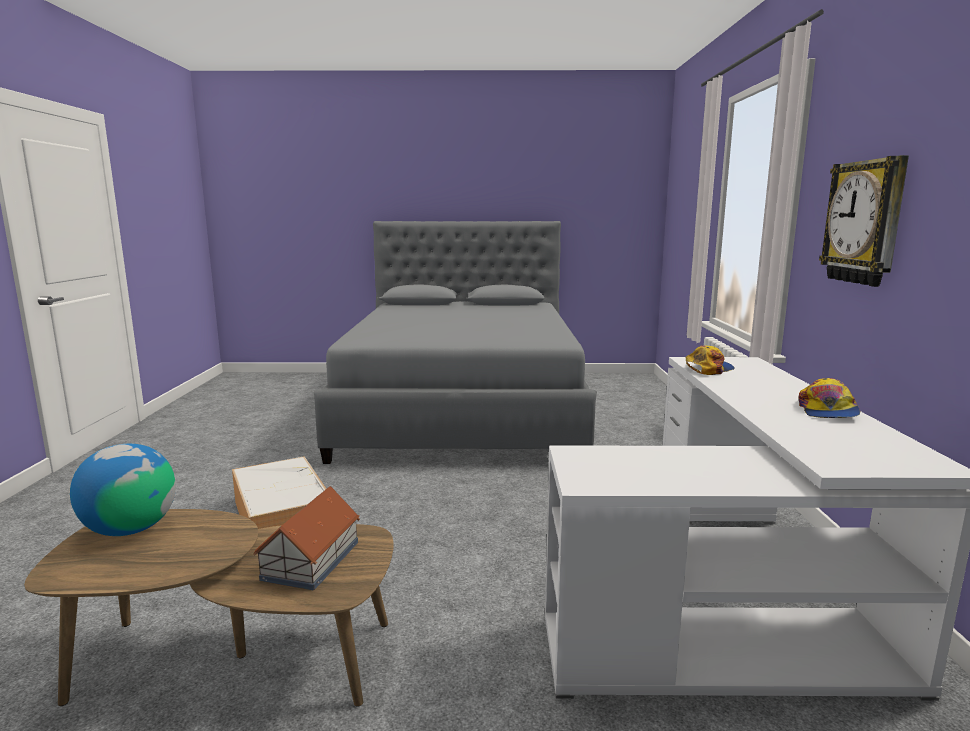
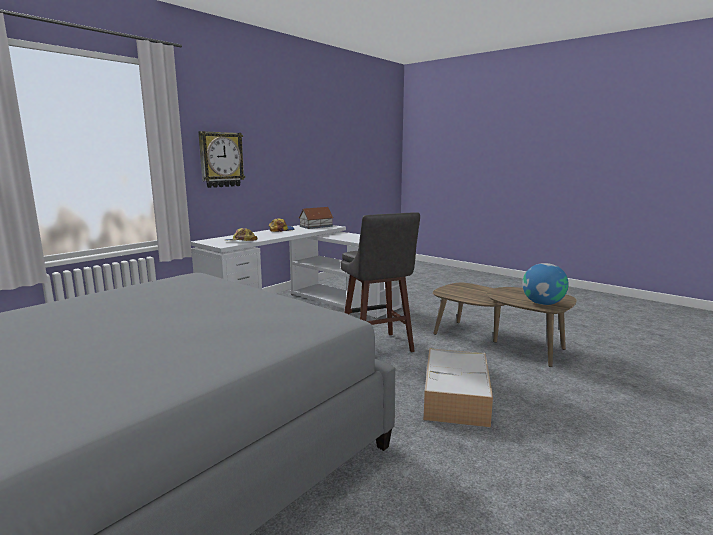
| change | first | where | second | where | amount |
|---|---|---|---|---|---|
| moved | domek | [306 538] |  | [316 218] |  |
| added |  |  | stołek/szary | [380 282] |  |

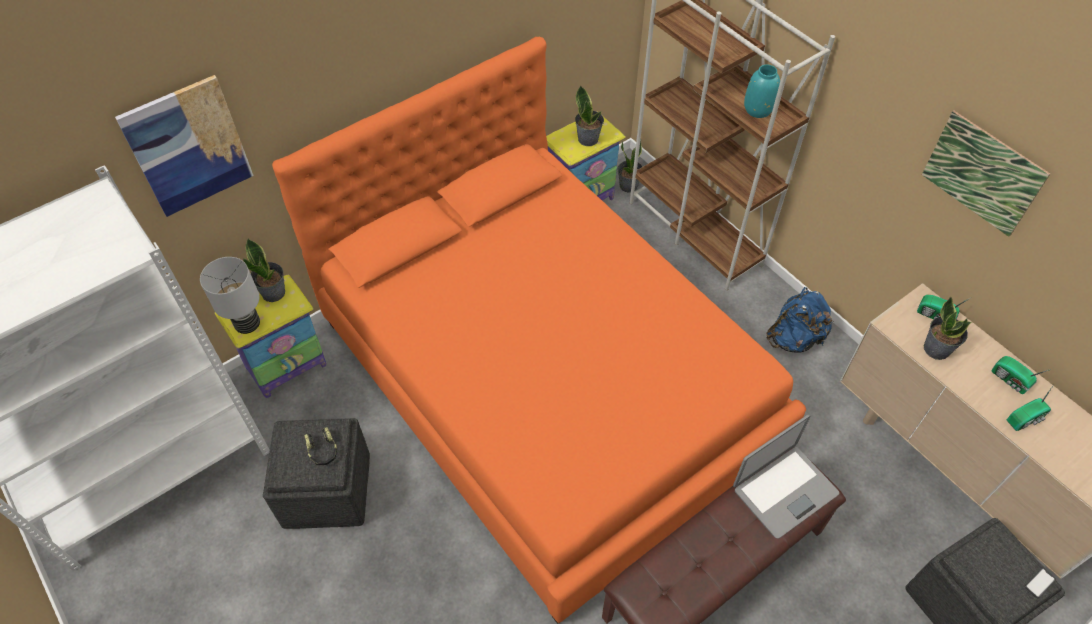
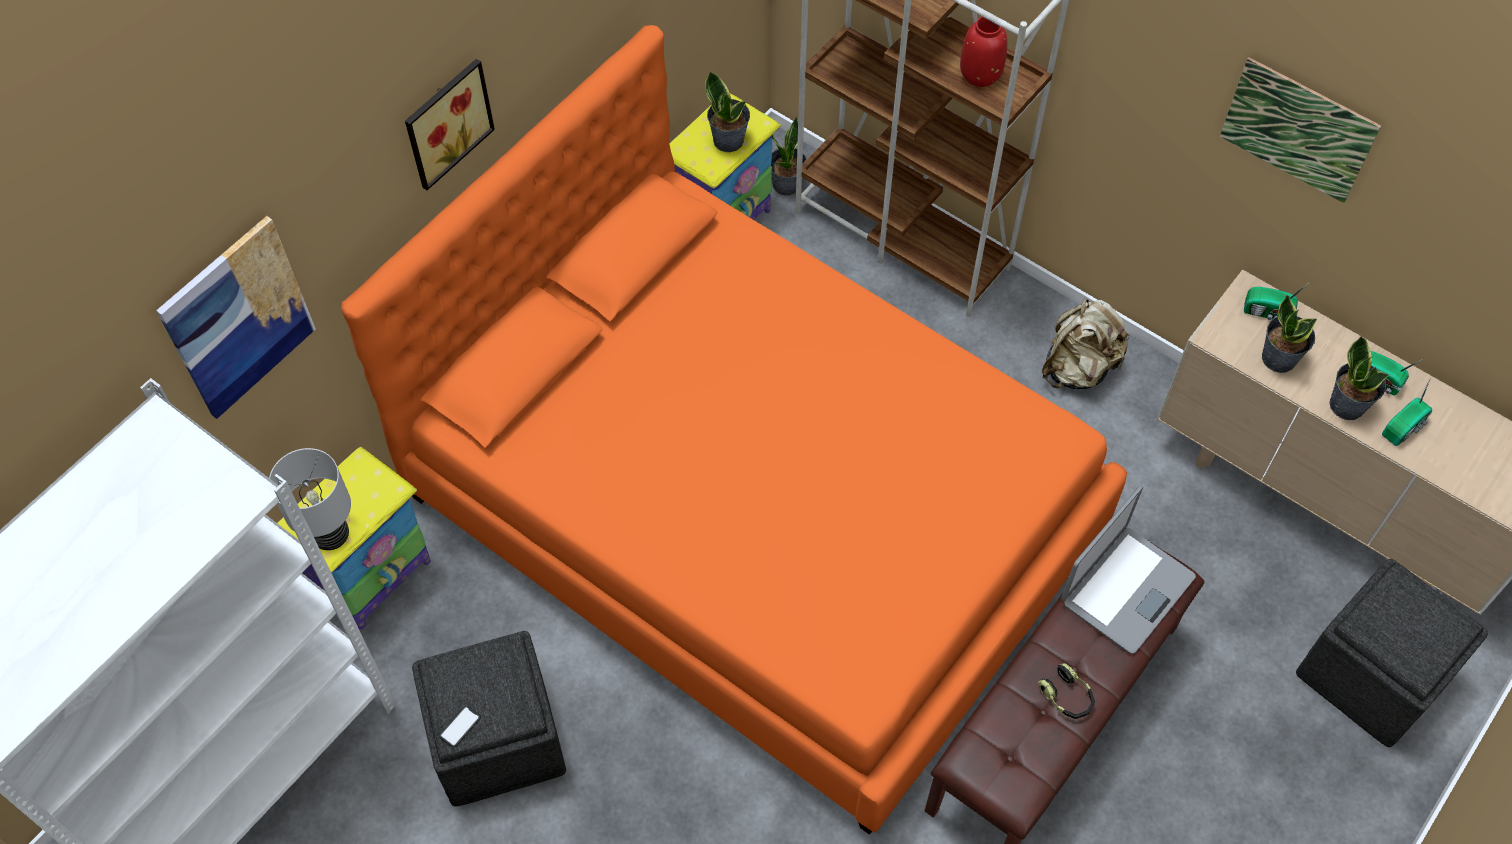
| change | first | where | second | where | amount |
|---|---|---|---|---|---|
| moved | roślina doniczkowa | [264 270] |  | [1359 378] |  |
| moved | słuchawki | [321 446] |  | [1066 691] |  |
| recoloured | wazon/turkusowy | [762 91] | wazon/czerwony | [983 51] |  |
| recoloured | plecak/niebieski | [800 320] | plecak/beżowy | [1086 344] |  |
| moved | telefon | [1040 583] |  | [460 727] |  |
| added |  |  | obraz | [450 124] |  |

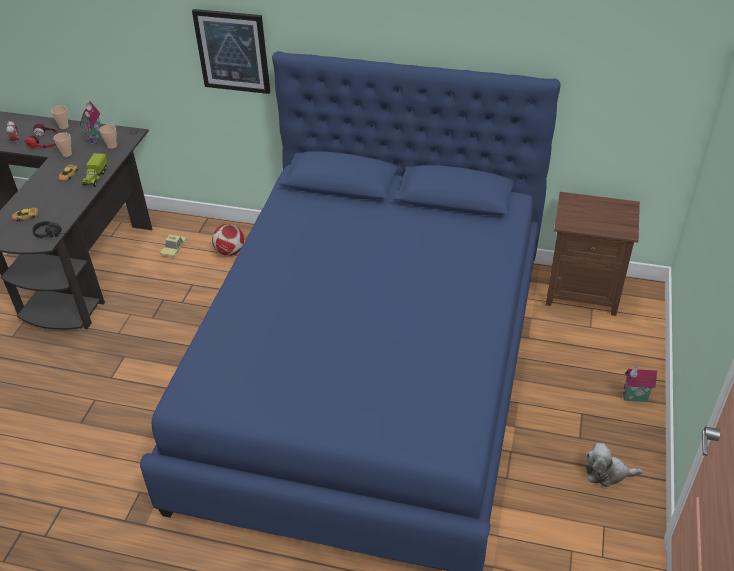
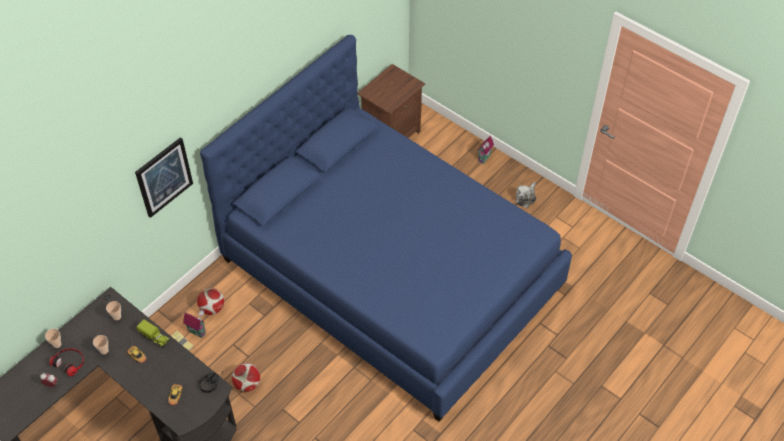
| change | first | where | second | where | amount |
|---|---|---|---|---|---|
| moved | domek | [90 122] |  | [194 324] |  |
| added |  |  | piłka futbolowa | [246 377] |  |

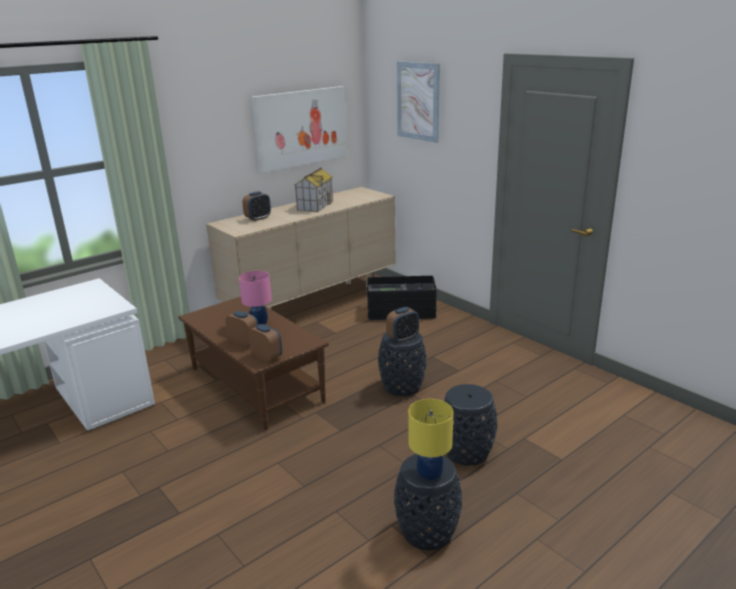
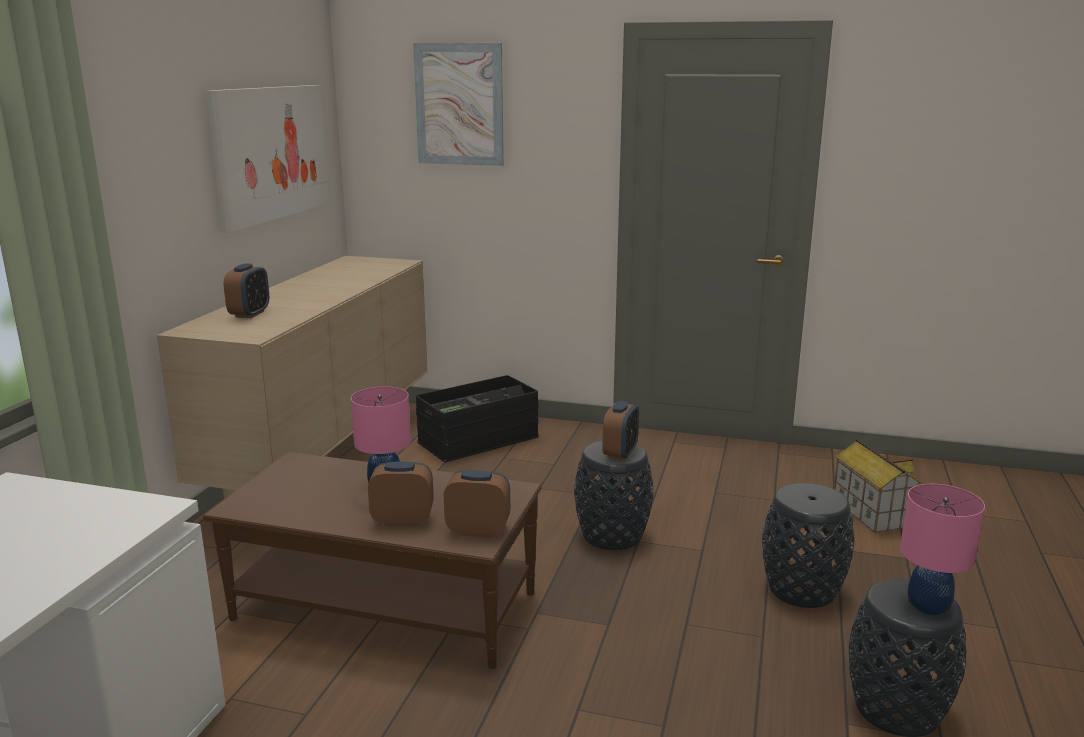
| change | first | where | second | where | amount |
|---|---|---|---|---|---|
| moved | domek | [313 190] |  | [878 486] |  |
| recoloured | lampa stołowa/żółty | [430 439] | lampa stołowa/różowy | [942 549] |  |

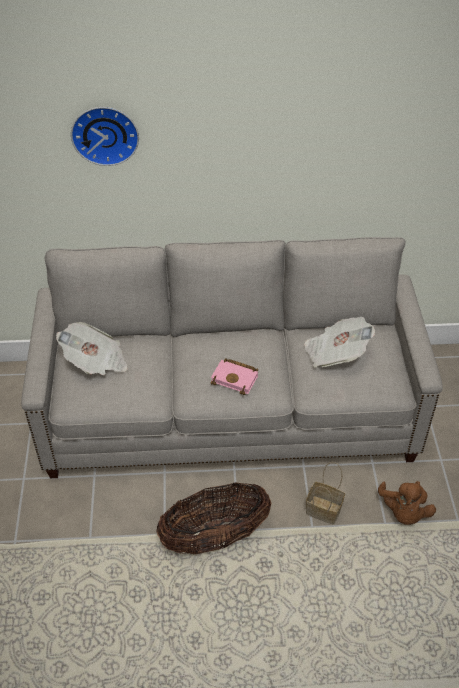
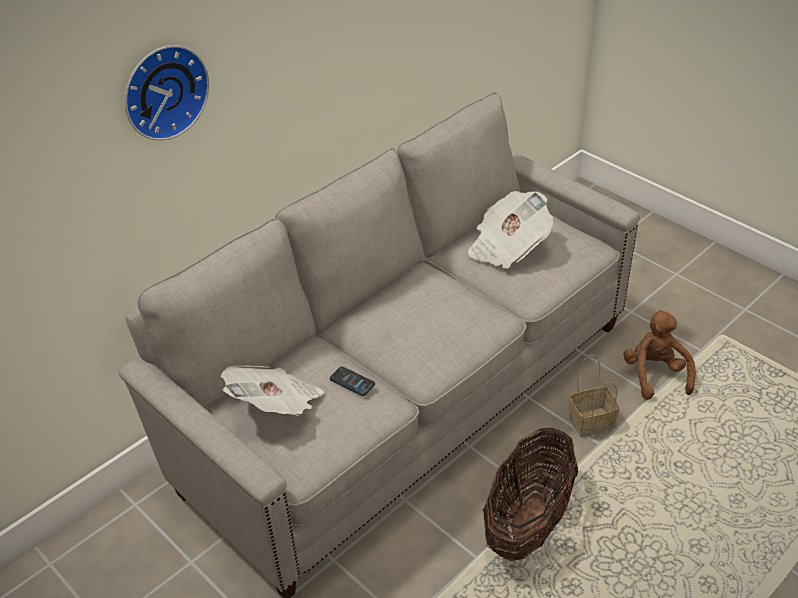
| change | first | where | second | where | amount |
|---|---|---|---|---|---|
| removed | książka/różowy | [234 376] |  |  |  |
| turned | pluszak/brązowy | [407 503] |  | [659 355] | 150 degrees counterclockwise |
| added |  |  | telefon | [352 381] |  |

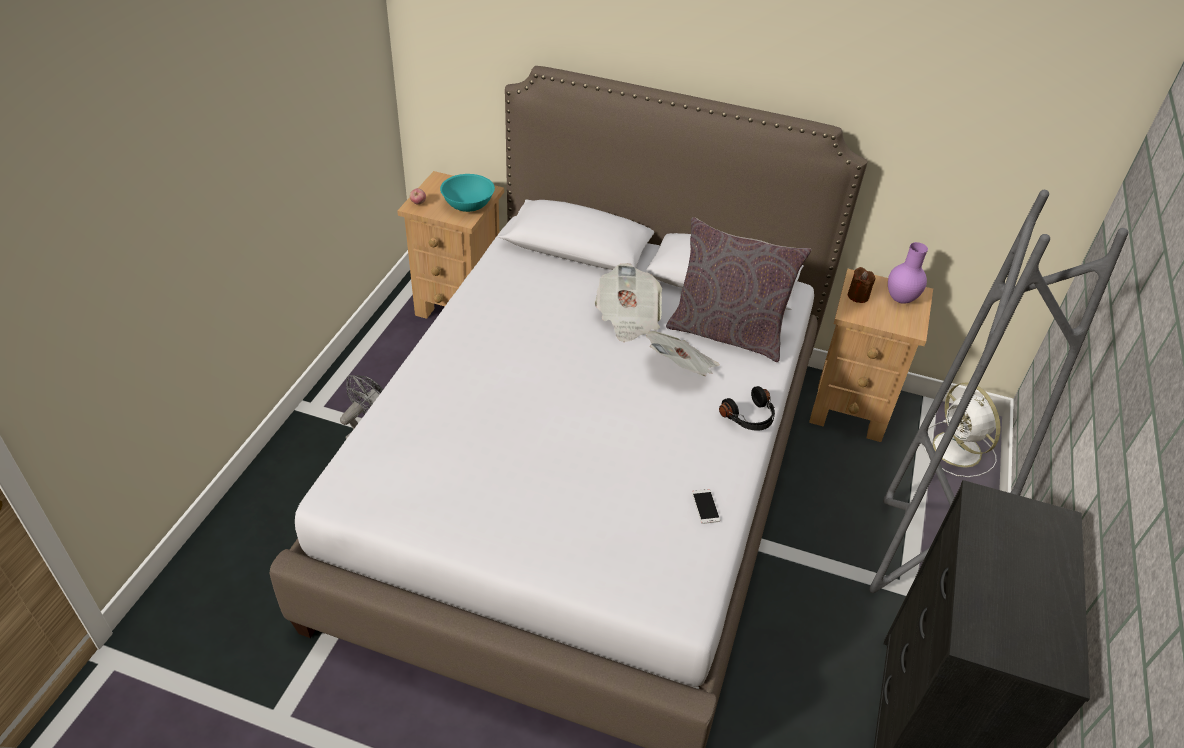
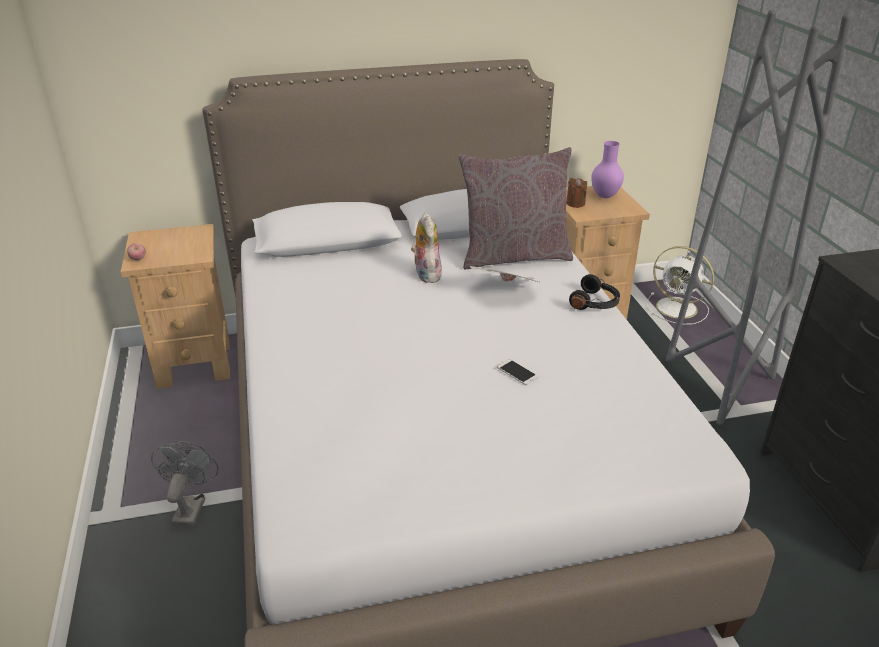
| change | first | where | second | where | amount |
|---|---|---|---|---|---|
| removed | miska/turkusowy | [467 193] |  |  |  |
| replaced | gazeta | [628 302] | pluszak | [426 247] |  |
| moved | telefon | [706 506] |  | [518 372] |  |

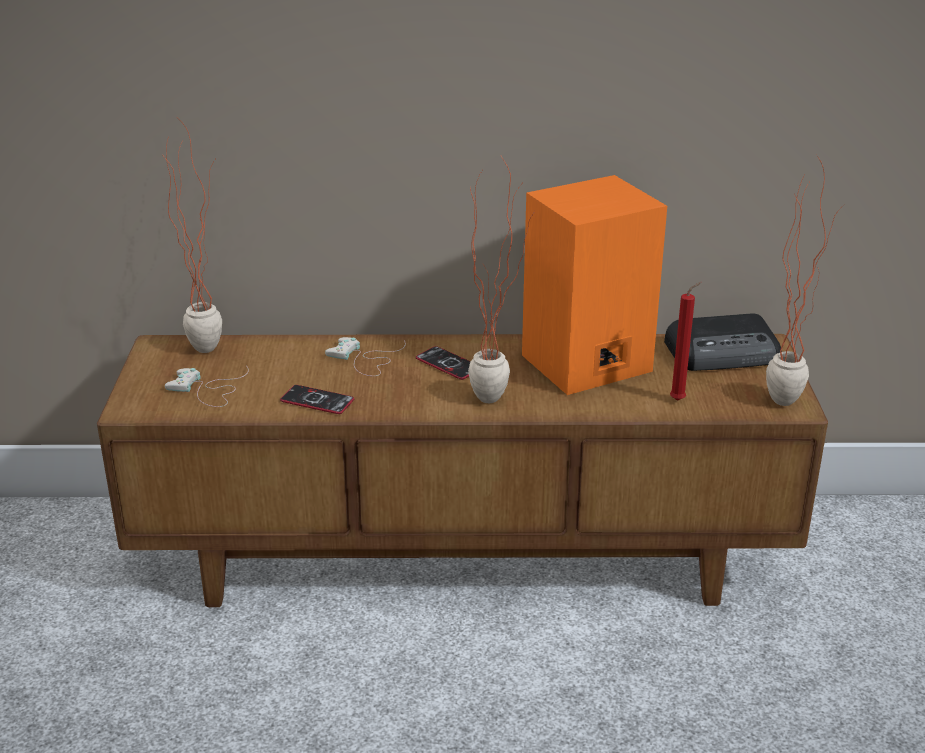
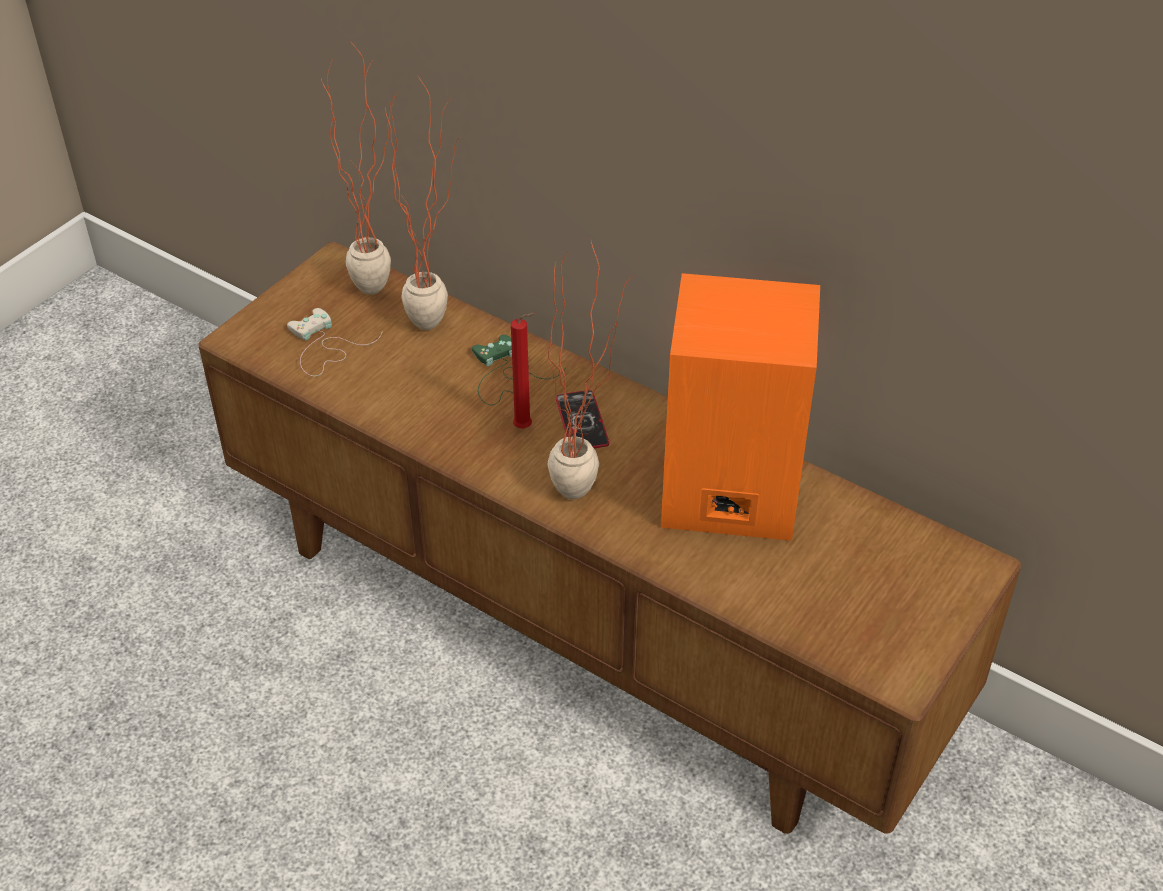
| change | first | where | second | where | amount |
|---|---|---|---|---|---|
| removed | telefon | [317 399] |  |  |  |
| recoloured | pad do gier/biały | [365 356] | pad do gier/zielony | [519 369] |  |
| removed | radio | [723 342] |  |  |  |
| moved | świeca/czerwony | [685 341] |  | [523 370] |  |
| moved | roślina doniczkowa | [806 281] |  | [422 201] |  |

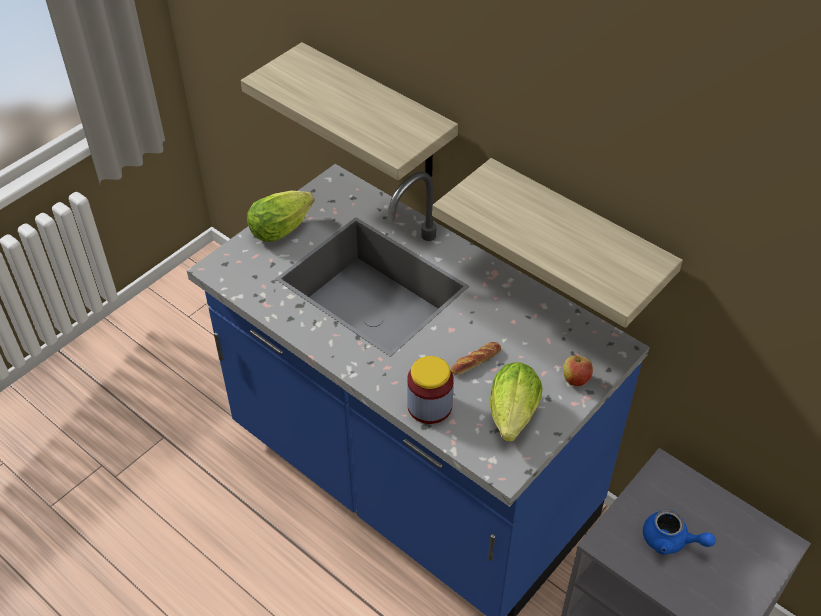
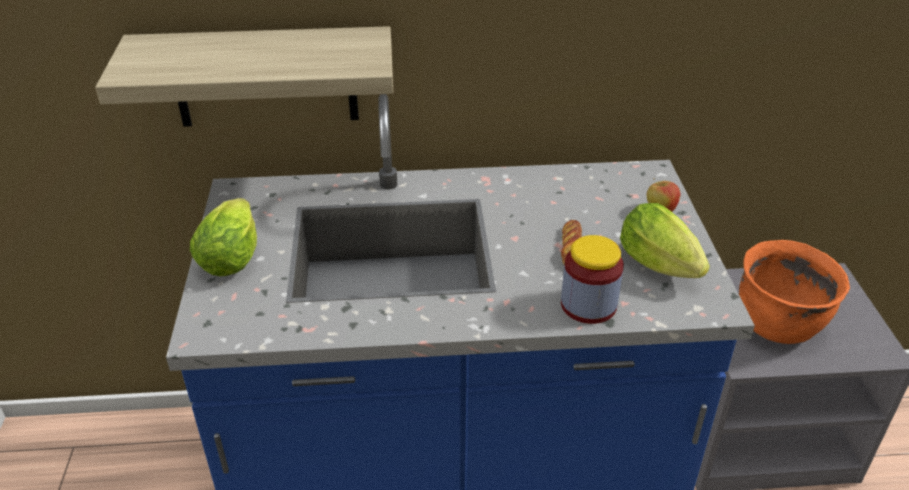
| change | first | where | second | where | amount |
|---|---|---|---|---|---|
| removed | półka | [557 243] |  |  |  |
| replaced | imbryk/niebieski | [679 532] | garnek/pomarańczowy | [794 292] |  |

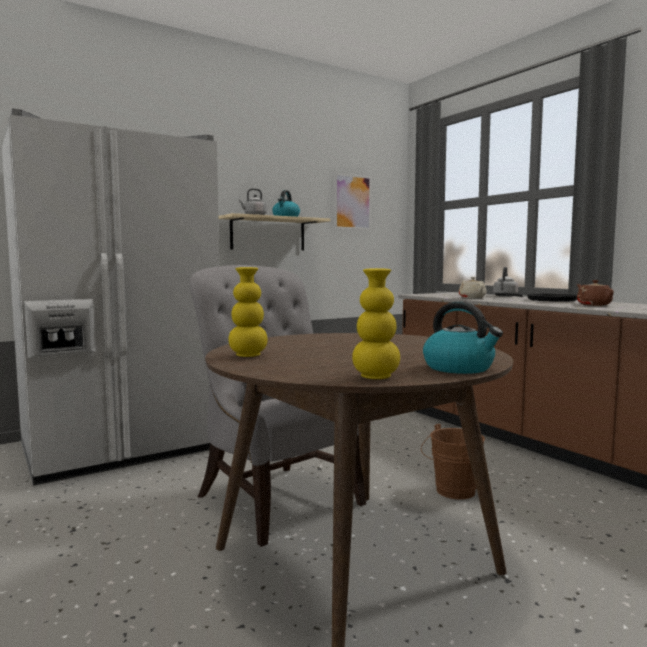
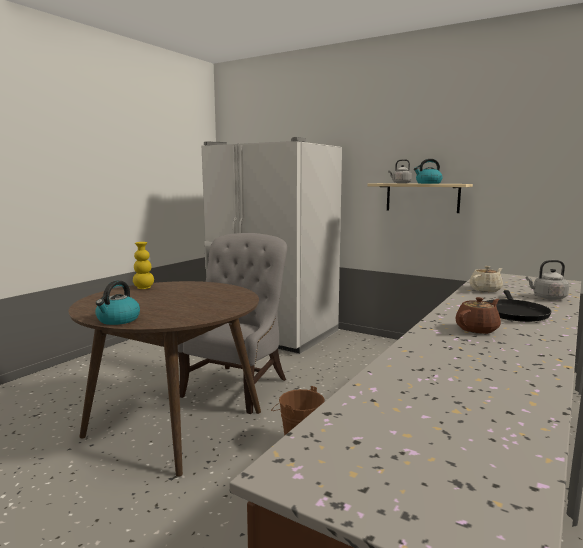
| change | first | where | second | where | amount |
|---|---|---|---|---|---|
| removed | obraz | [353 201] |  |  |  |
| removed | wazon/żółty | [376 323] |  |  |  |

